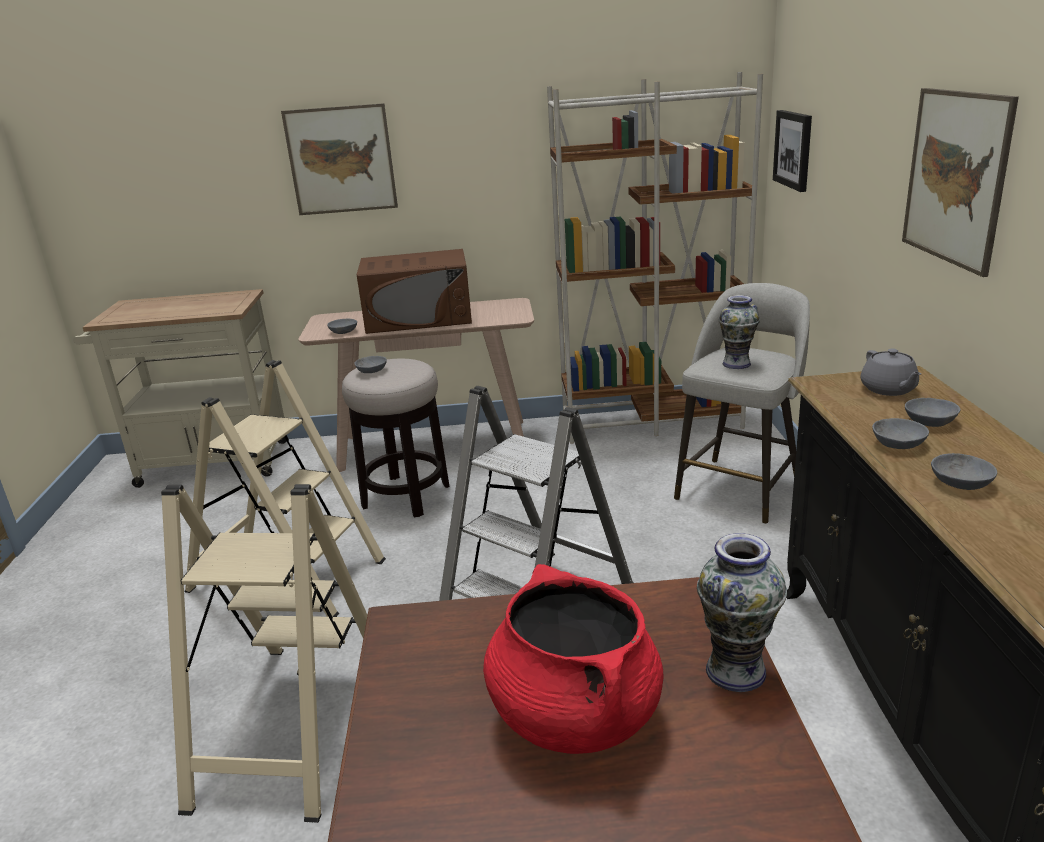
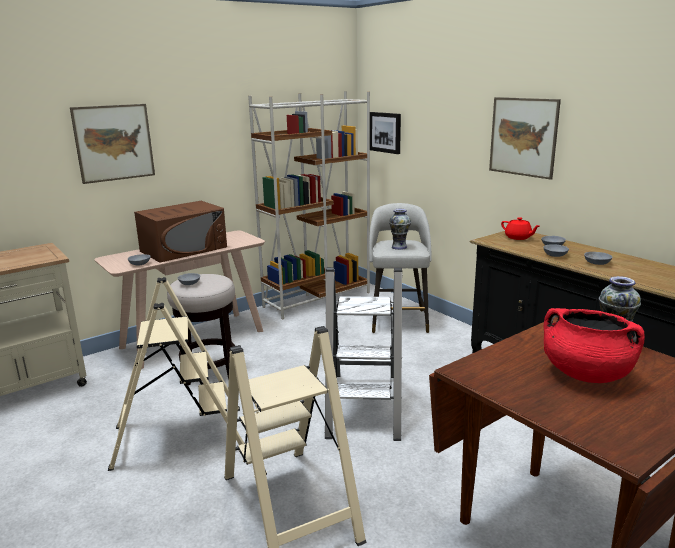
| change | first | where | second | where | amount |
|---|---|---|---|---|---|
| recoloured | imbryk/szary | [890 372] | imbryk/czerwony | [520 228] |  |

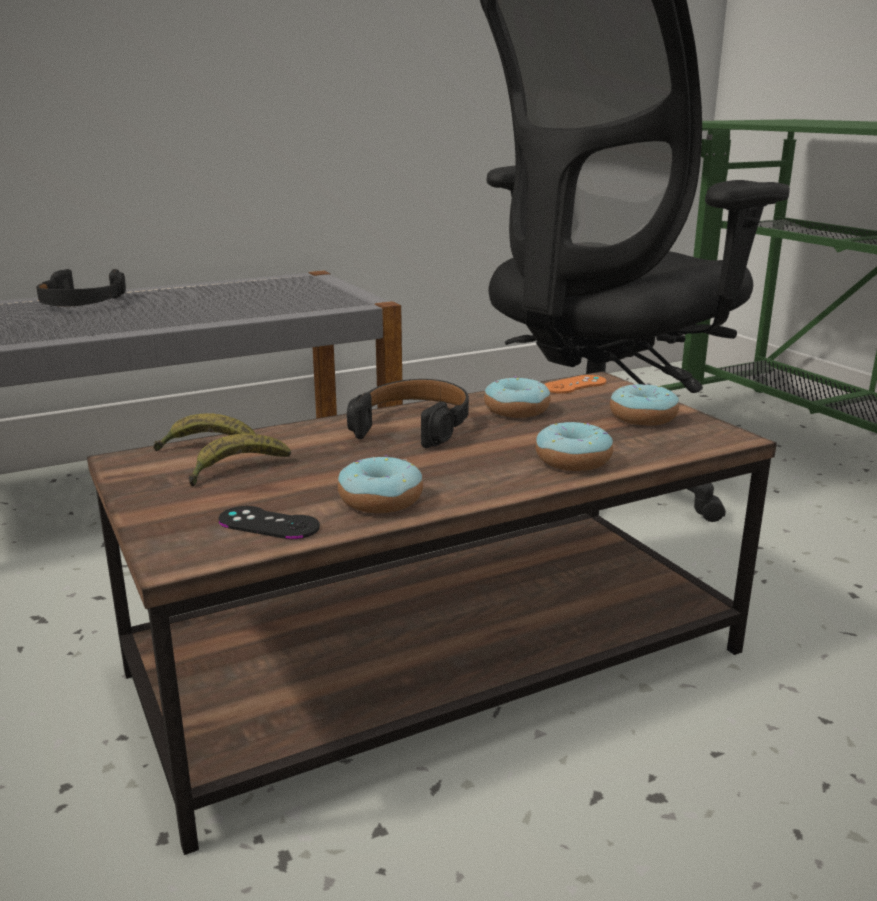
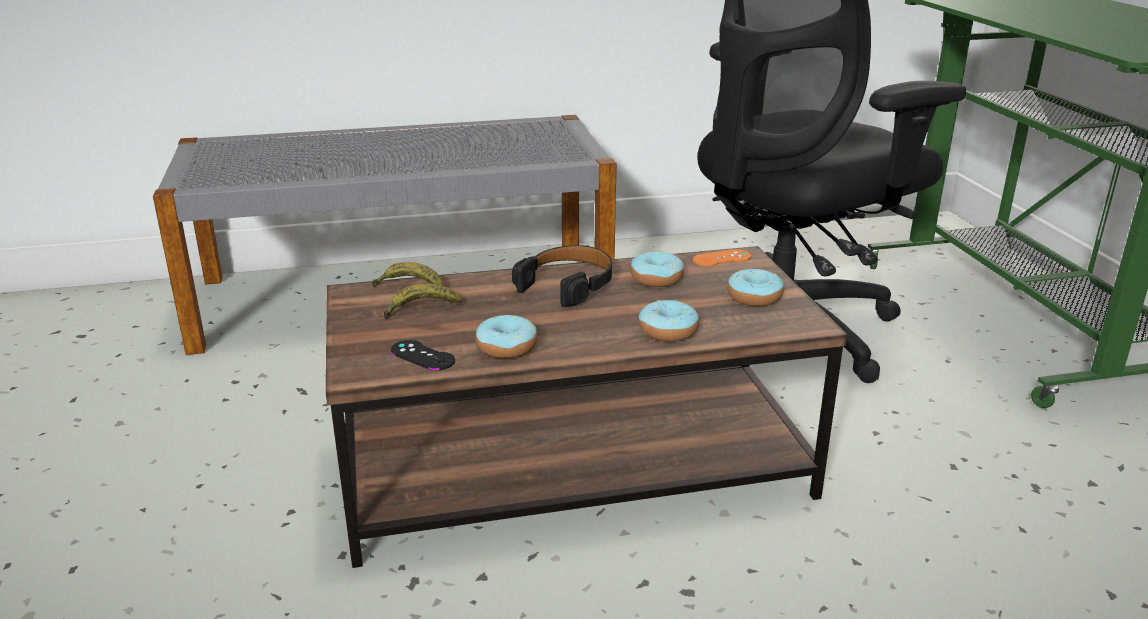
| change | first | where | second | where | amount |
|---|---|---|---|---|---|
| removed | słuchawki/czarny | [81 288] |  |  |  |

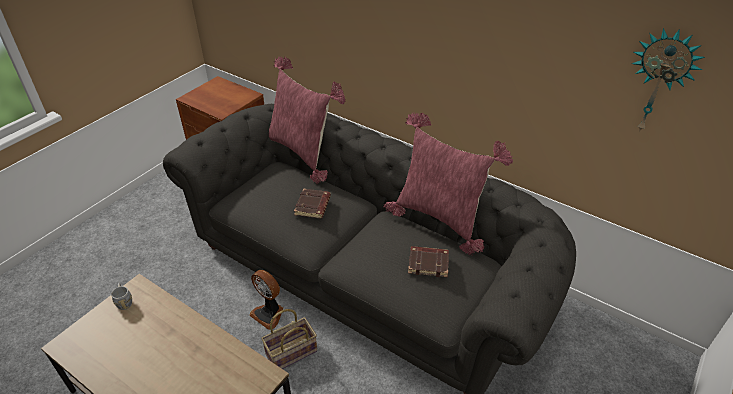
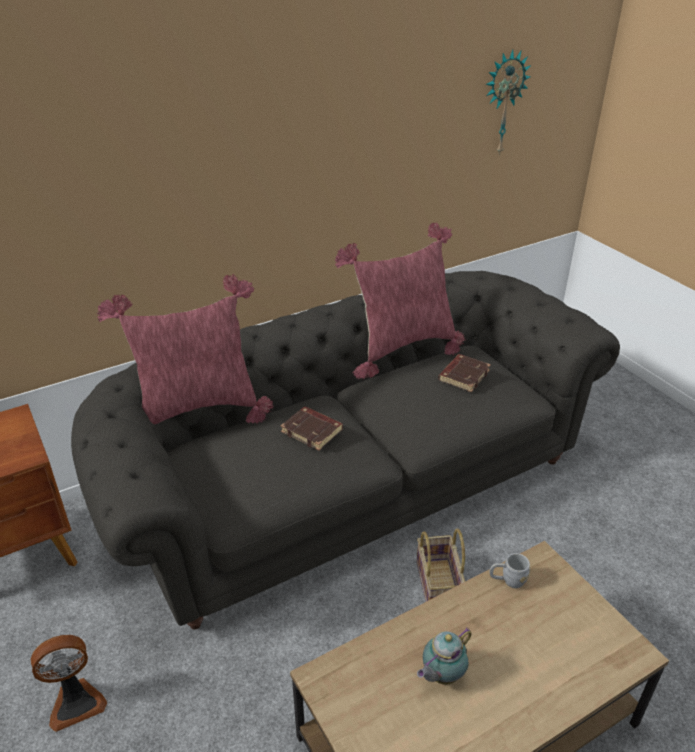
| change | first | where | second | where | amount |
|---|---|---|---|---|---|
| moved | kubek/szary | [121 296] |  | [510 570] |  |
| moved | wentylator | [266 300] |  | [69 683] |  |
| added |  |  | imbryk | [444 656] |  |

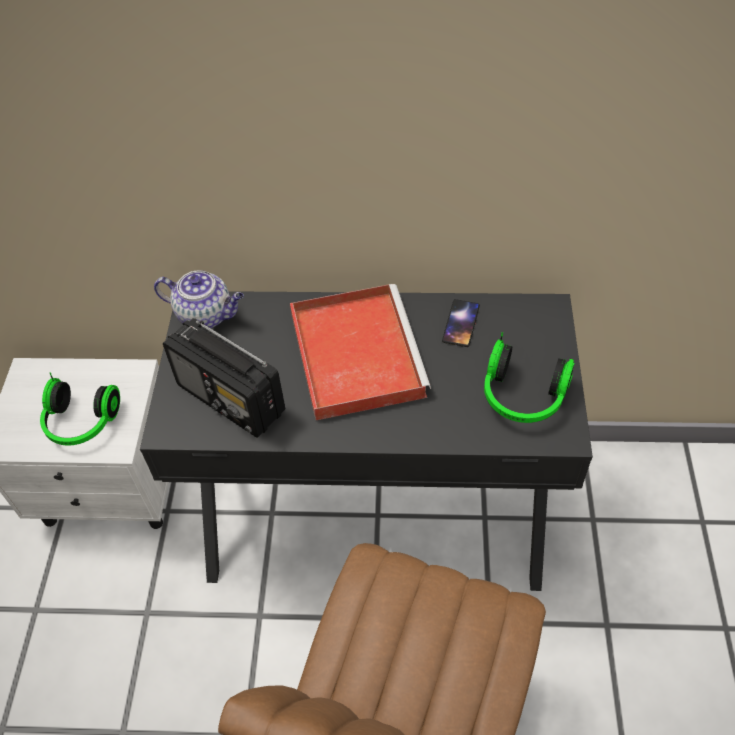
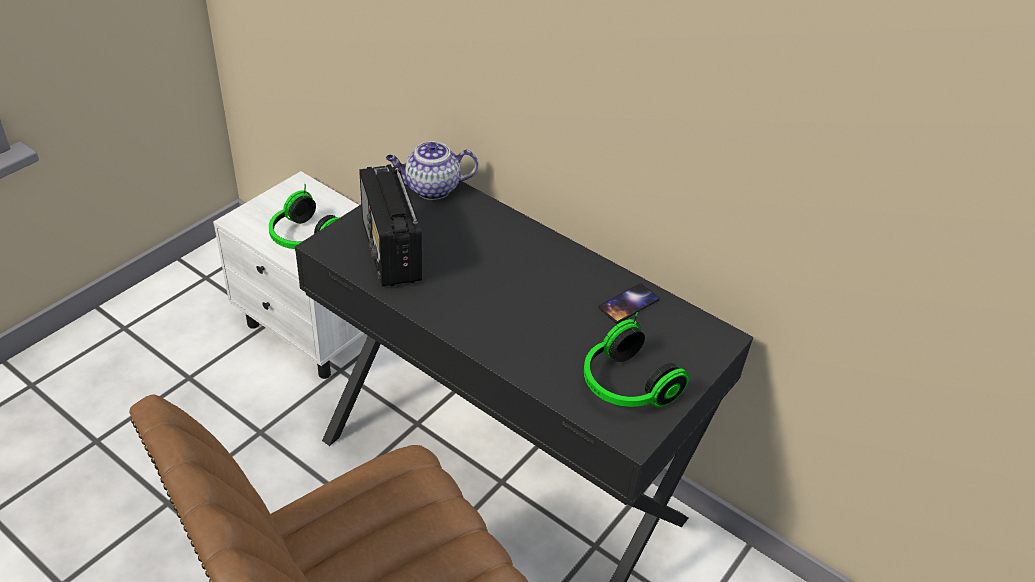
| change | first | where | second | where | amount |
|---|---|---|---|---|---|
| turned | imbryk | [199 299] |  | [432 171] | 120 degrees clockwise |
| removed | taca/czerwony | [360 352] |  |  |  |

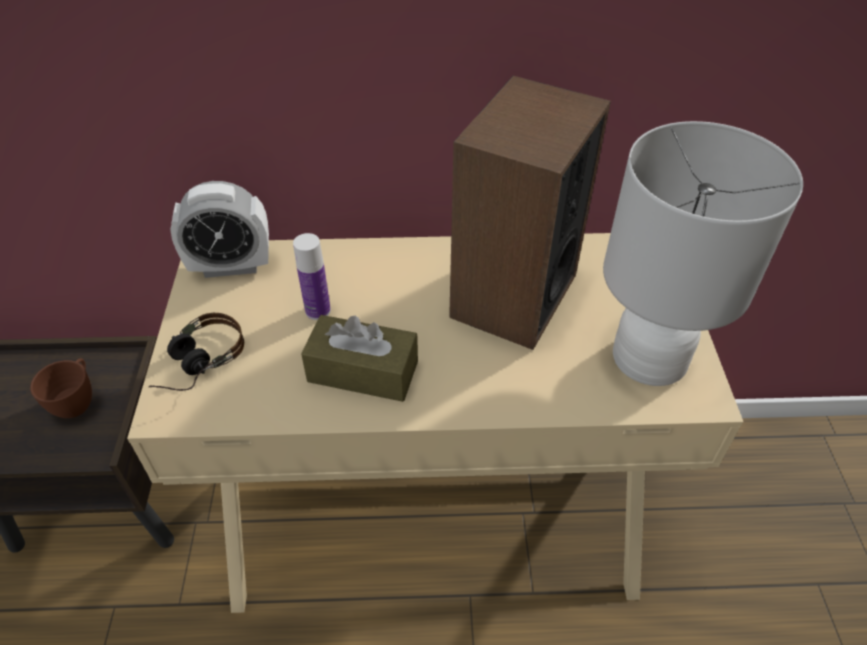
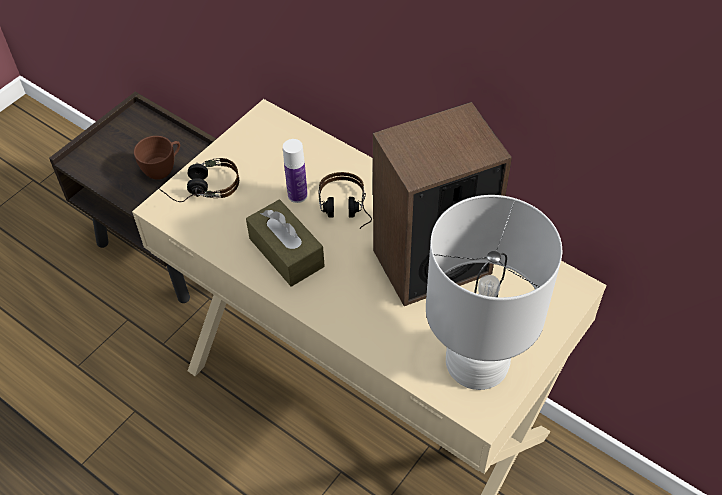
| change | first | where | second | where | amount |
|---|---|---|---|---|---|
| removed | budzik | [220 229] |  |  |  |
| added |  |  | słuchawki | [345 200] |  |

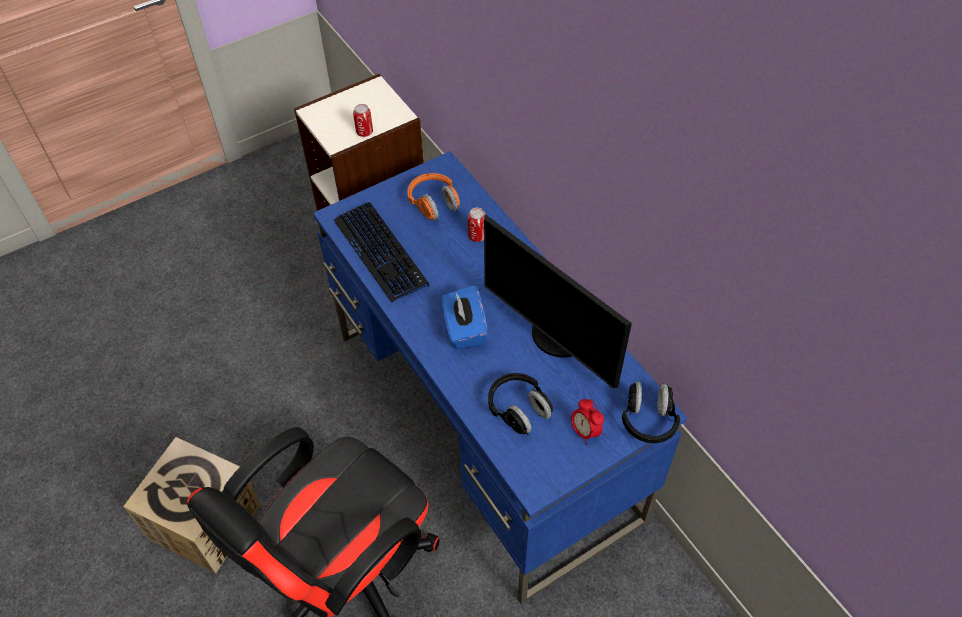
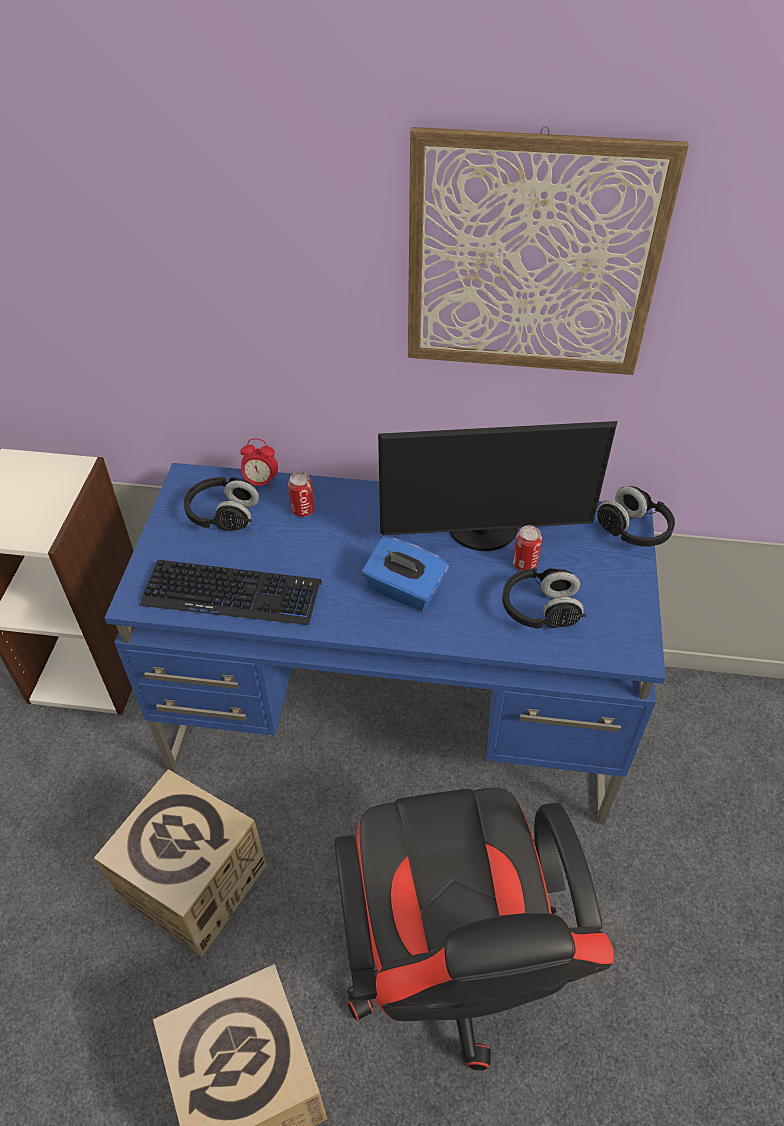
| change | first | where | second | where | amount |
|---|---|---|---|---|---|
| moved | puszka | [363 120] |  | [527 548] |  |
| recoloured | słuchawki/pomarańczowy | [433 196] | słuchawki/czarny | [221 504] |  |
| moved | budzik | [587 421] |  | [259 464] |  |
| added |  |  | karton | [180 863] |  |
| added |  |  | obraz | [548 250] |  |

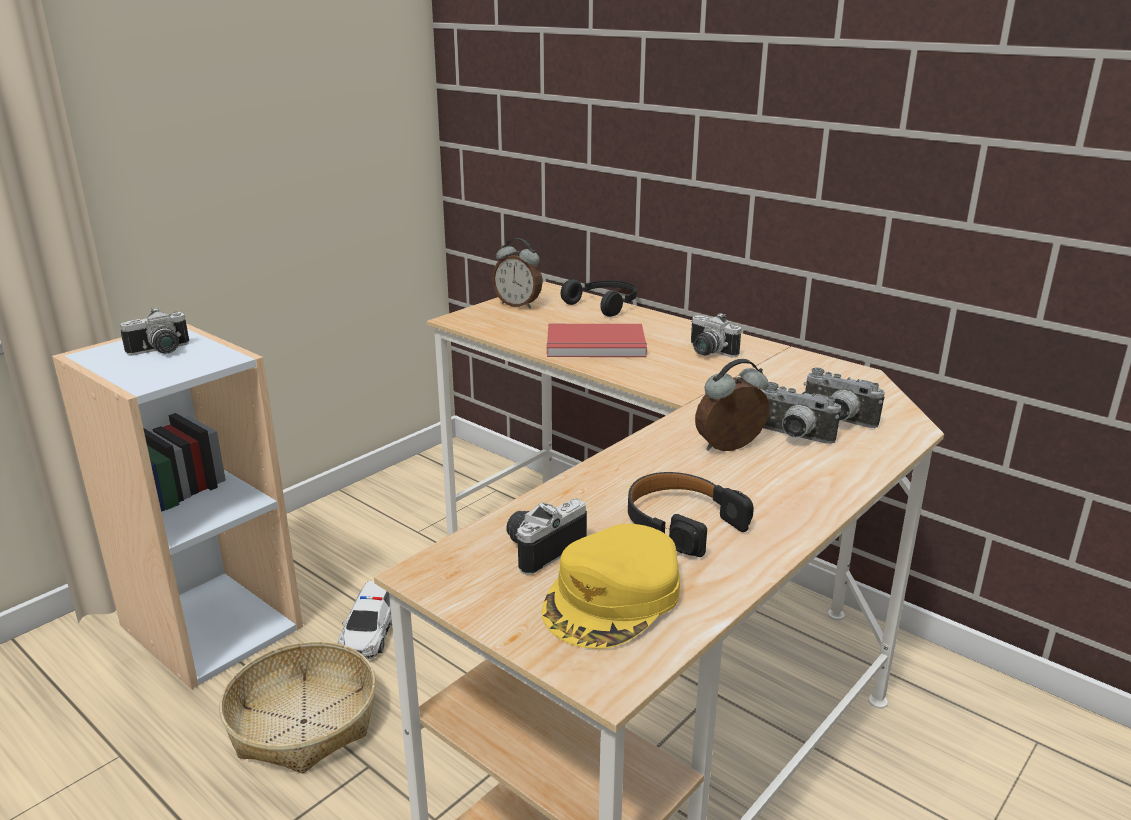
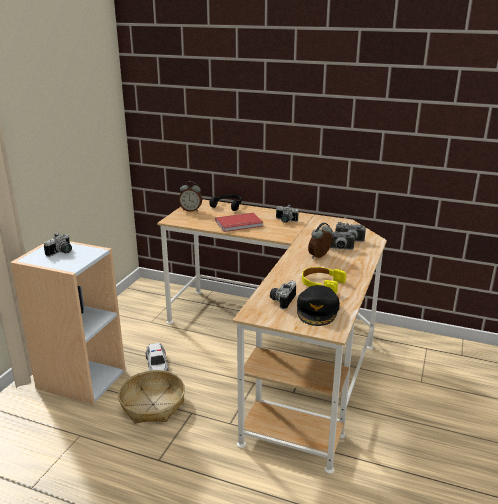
| change | first | where | second | where | amount |
|---|---|---|---|---|---|
| recoloured | czapka z daszkiem/żółty | [611 586] | czapka z daszkiem/czarny | [318 305] |  |
| recoloured | słuchawki/czarny | [691 514] | słuchawki/żółty | [324 280] |  |

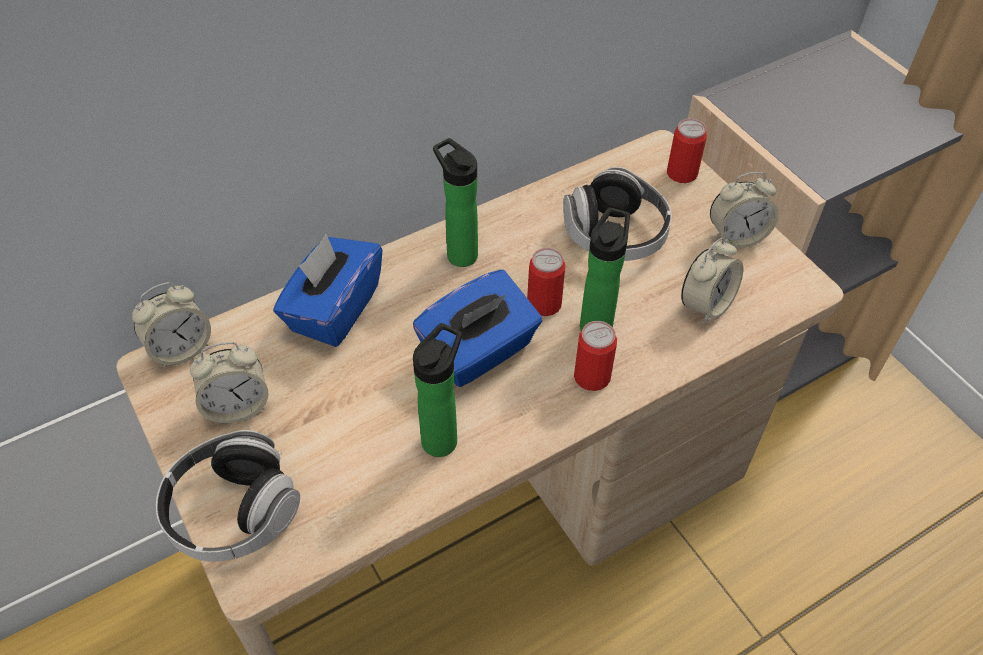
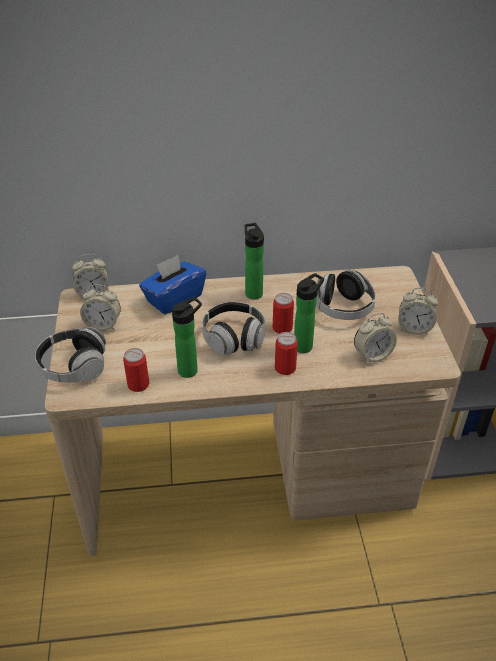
| change | first | where | second | where | amount |
|---|---|---|---|---|---|
| replaced | pudełko chusteczek/niebieski | [477 328] | słuchawki | [233 328] |  |
| moved | puszka | [687 151] |  | [136 370] |  |

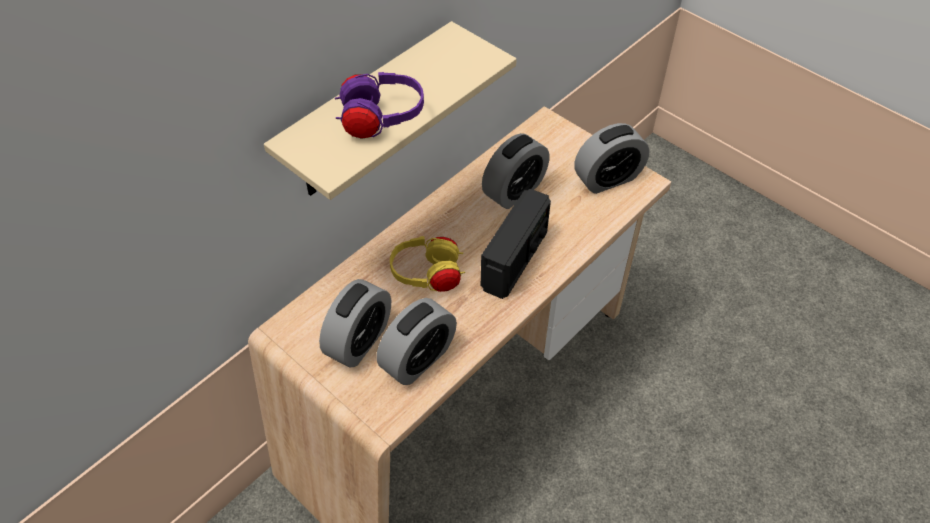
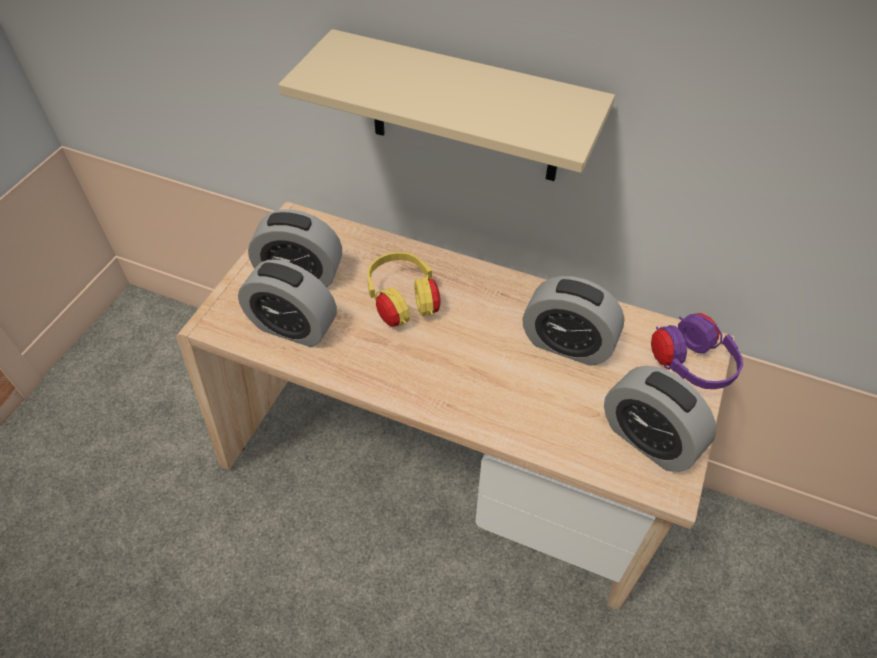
| change | first | where | second | where | amount |
|---|---|---|---|---|---|
| moved | słuchawki/fioletowy | [379 105] |  | [697 351] |  |
| removed | radio | [516 243] |  |  |  |

